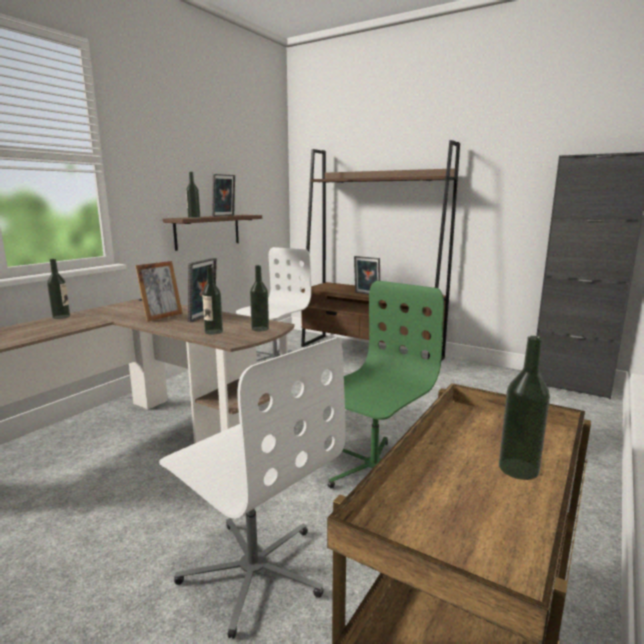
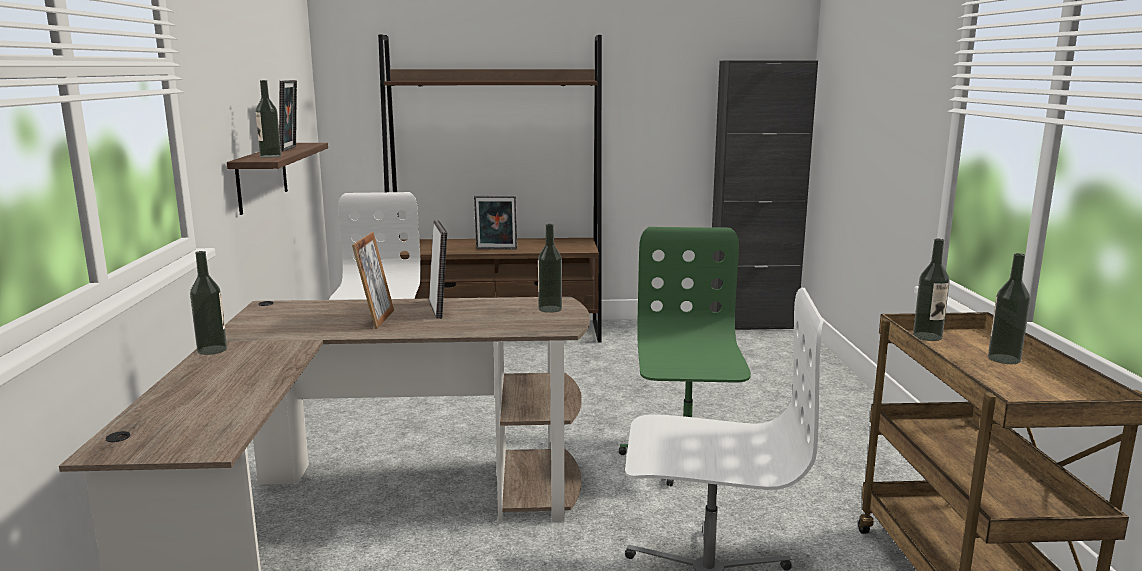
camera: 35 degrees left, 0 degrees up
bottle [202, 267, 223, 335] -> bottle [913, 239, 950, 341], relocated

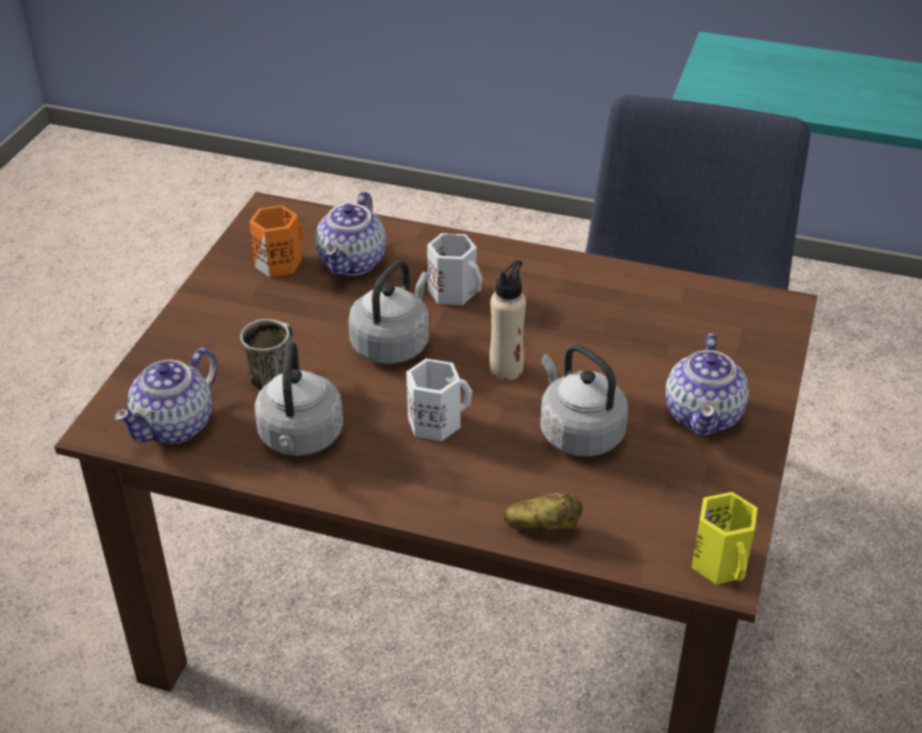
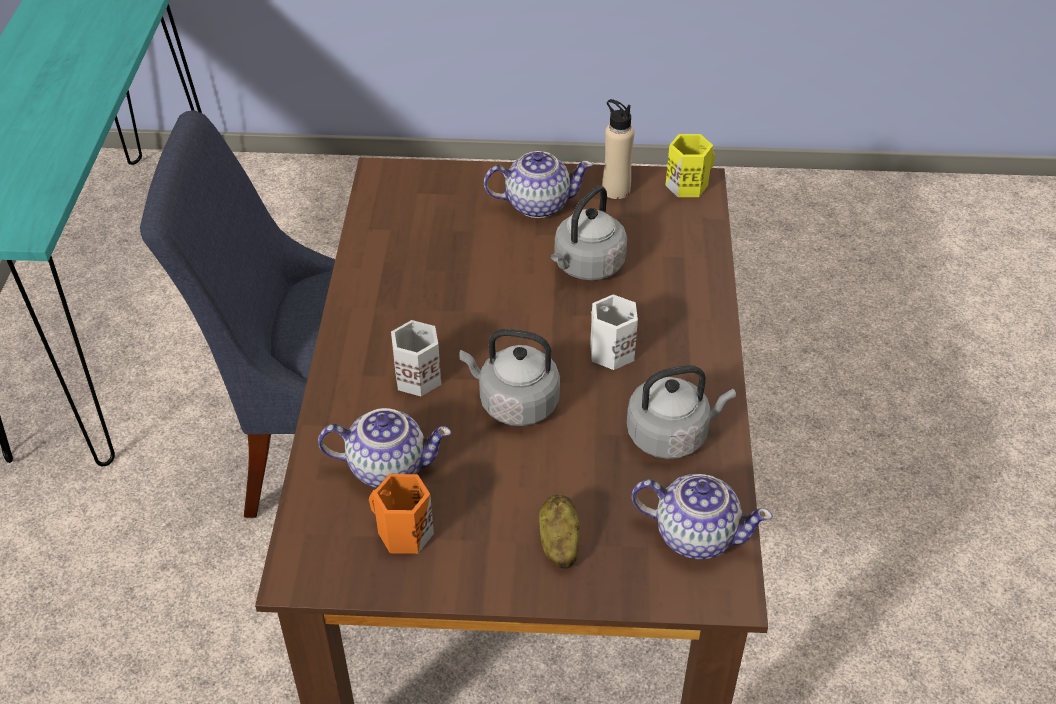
camera: 105 degrees left, 5 degrees up
potato [504, 492, 583, 531] -> potato [539, 495, 580, 568], relocated
bottle in beige [489, 260, 526, 380] -> bottle in beige [602, 99, 635, 199], relocated
mug [240, 319, 294, 390] -> none

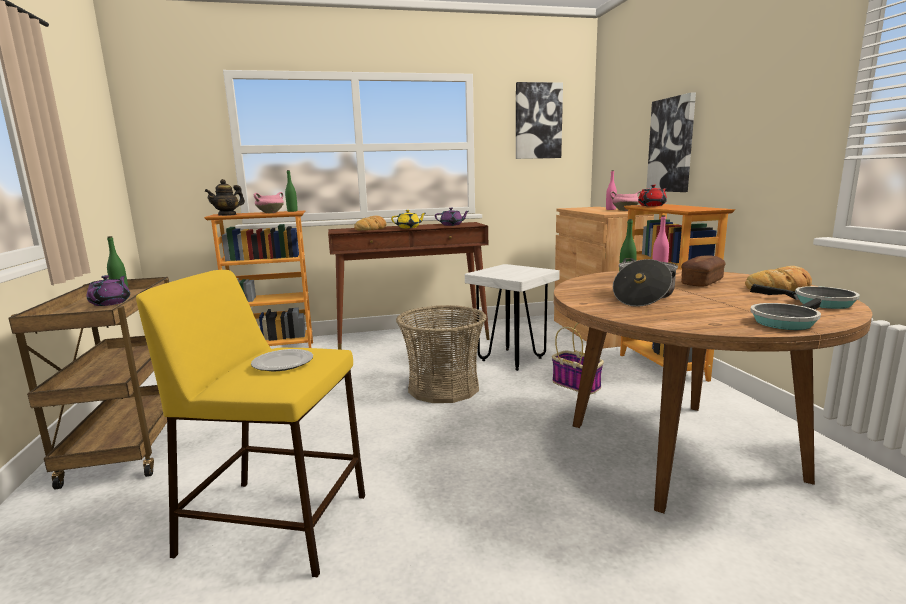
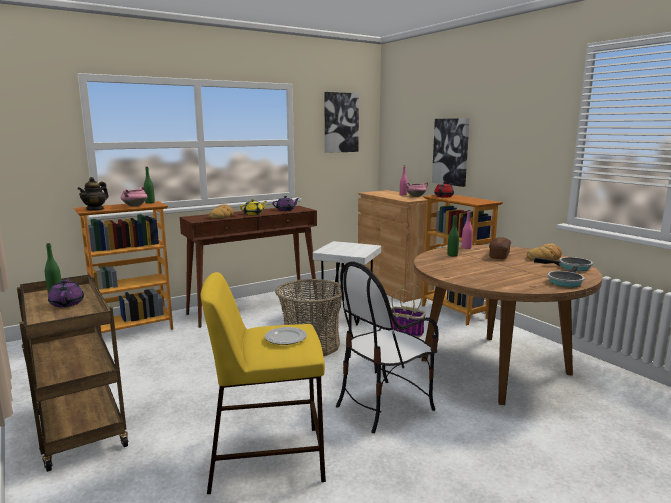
camera: 20 degrees left, 0 degrees up
none -> chair [336, 261, 439, 433]
cooking pot [613, 258, 678, 307] -> none

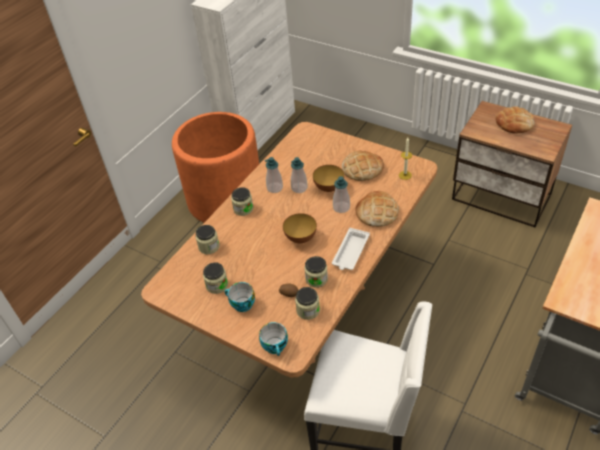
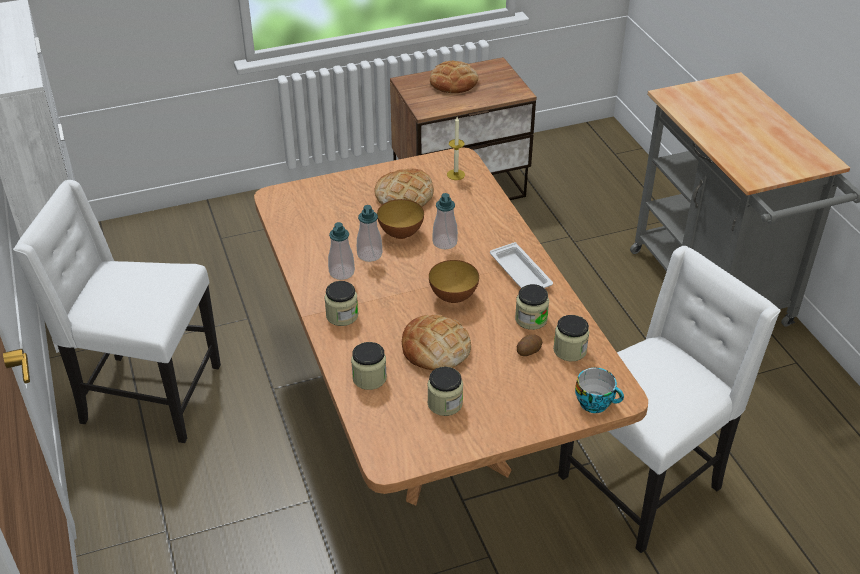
camera: 55 degrees left, 5 degrees down
planter in orange [172, 112, 259, 223] -> chair in white [13, 180, 221, 443]
bread [355, 191, 399, 227] -> bread [402, 314, 471, 370], relocated
cup [225, 282, 255, 312] -> none

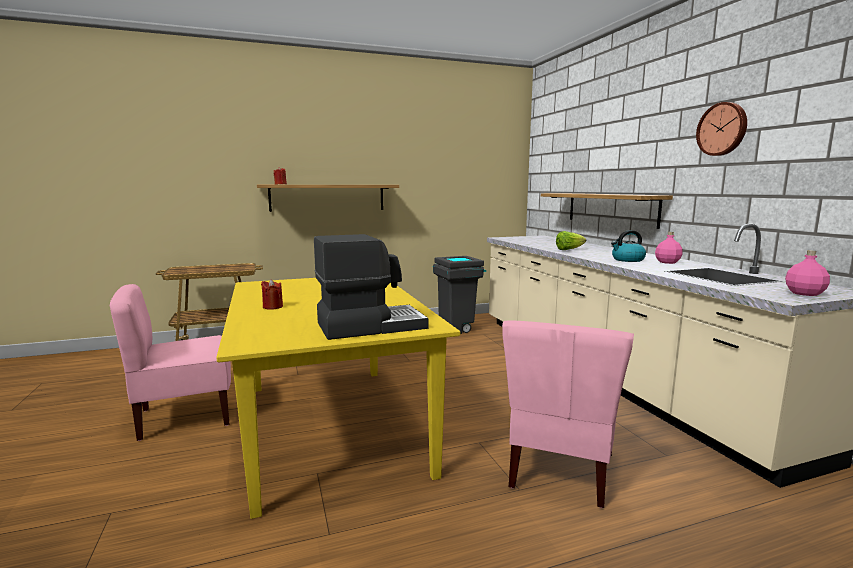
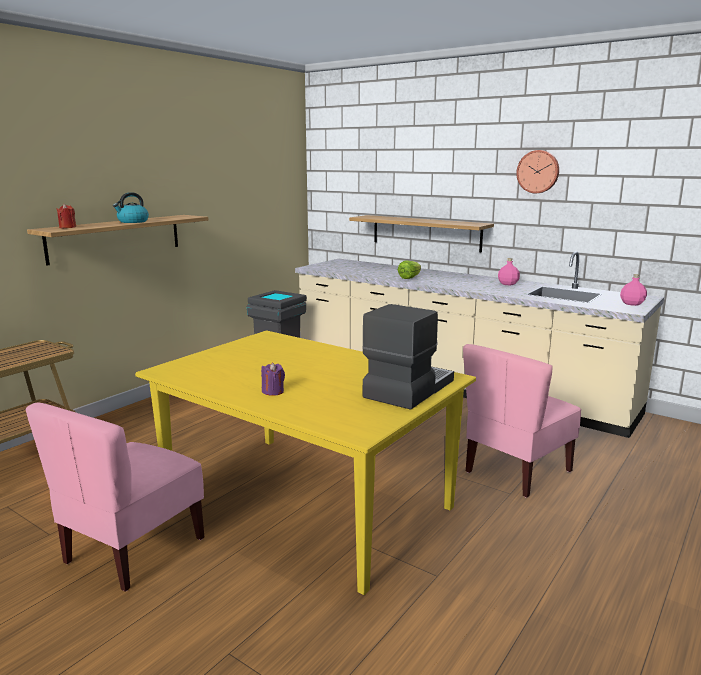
camera: 35 degrees left, 5 degrees up
kettle [611, 230, 646, 262] -> kettle [113, 192, 149, 223], relocated
candle in red [261, 279, 283, 309] -> candle in purple [261, 363, 285, 396]
chair in pink [502, 321, 634, 508] -> chair in pink [463, 344, 581, 498], 60 degrees clockwise

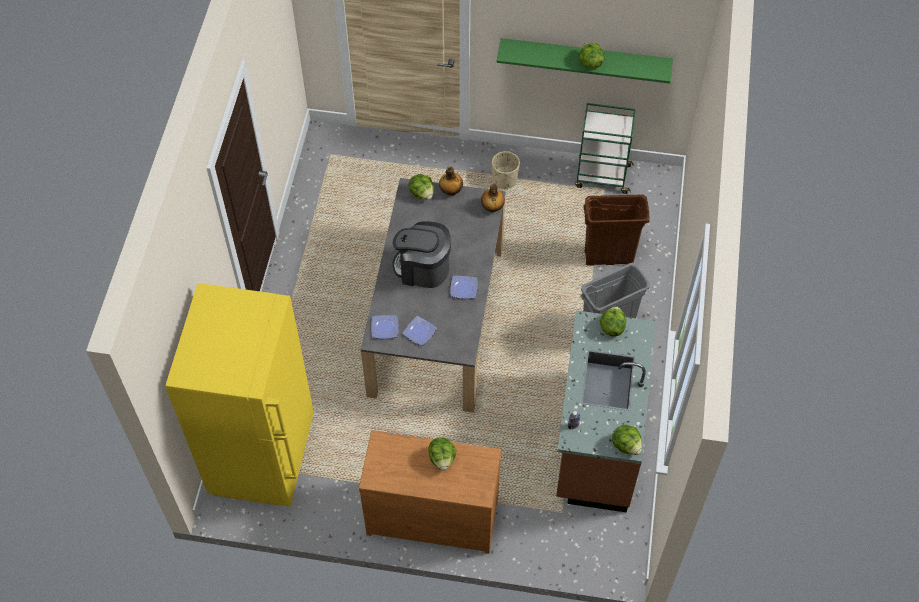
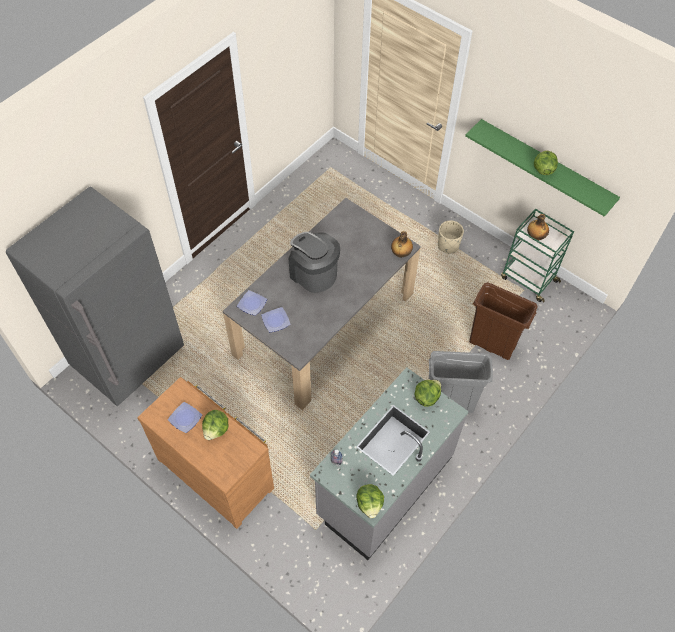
camera: 30 degrees right, 0 degrees up
fridge in yellow [166, 283, 314, 507] -> fridge in grey [6, 186, 184, 406]
plate [450, 276, 478, 299] -> plate [168, 402, 202, 433], relocated
counter in brown [556, 310, 655, 513] -> counter in grey [310, 367, 469, 560]
bottle [439, 166, 463, 196] -> bottle [527, 214, 549, 241], relocated
lettuce [409, 174, 434, 200] -> none

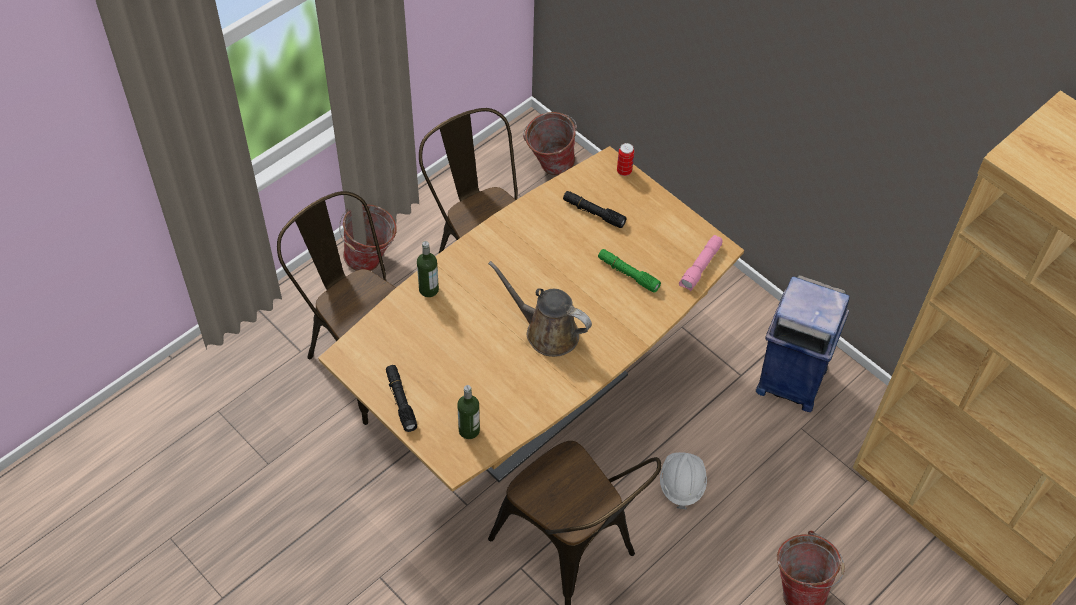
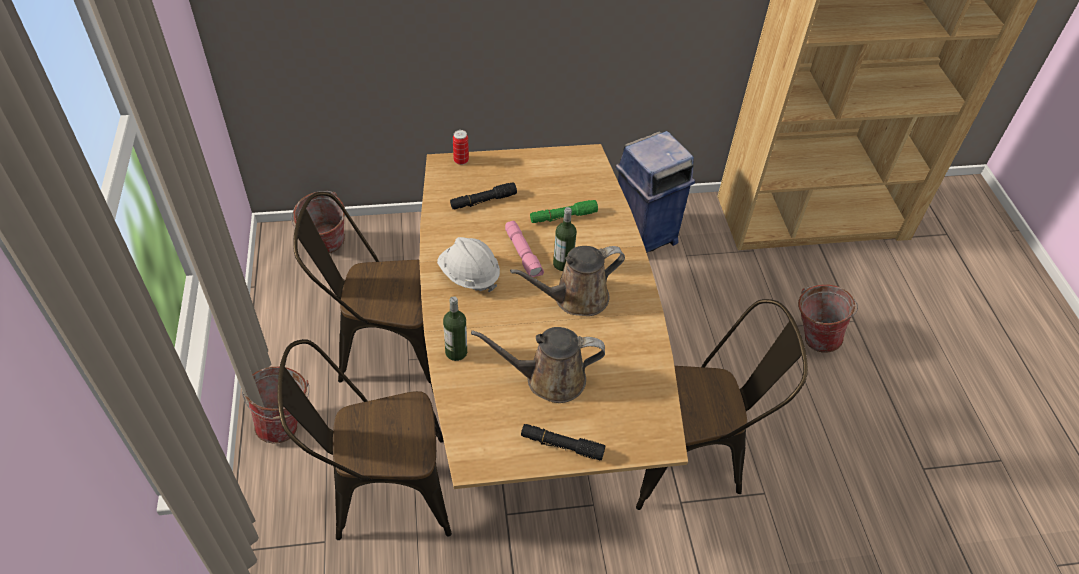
camera: 55 degrees left, 5 degrees down
hard hat in white [660, 452, 707, 509] -> hard hat in white [437, 237, 500, 292], relocated
none -> watering can in brown [471, 327, 605, 403]
flashlight in pink [679, 235, 722, 291] -> flashlight in pink [505, 221, 544, 277], relocated
bottle [457, 385, 480, 439] -> bottle [553, 207, 577, 271], relocated

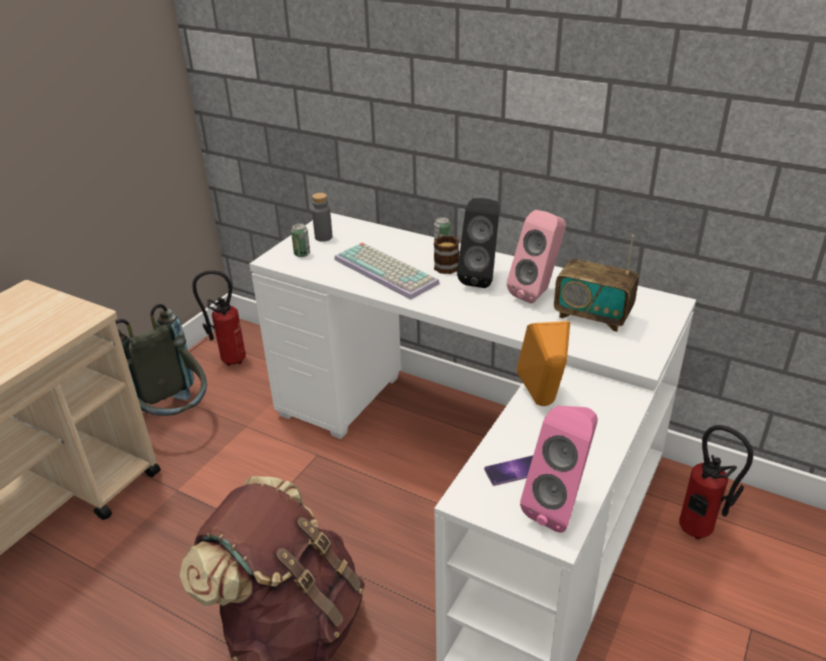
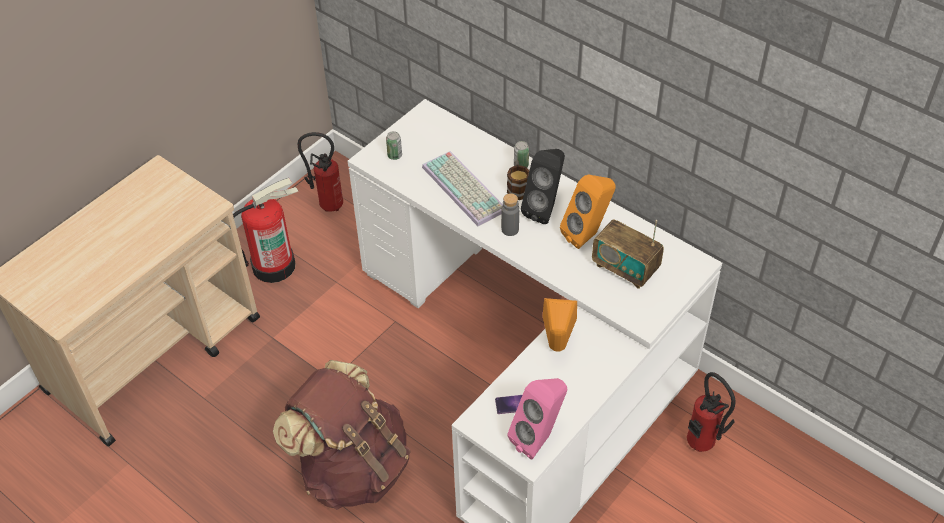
camera: 10 degrees right, 15 degrees up
backpack in grey [115, 304, 207, 416] -> fire extinguisher [233, 178, 298, 283]
bottle in grey [312, 193, 332, 242] -> bottle in grey [501, 193, 519, 236], relocated
speaker in pink [507, 210, 566, 304] -> speaker in orange [560, 174, 616, 249]

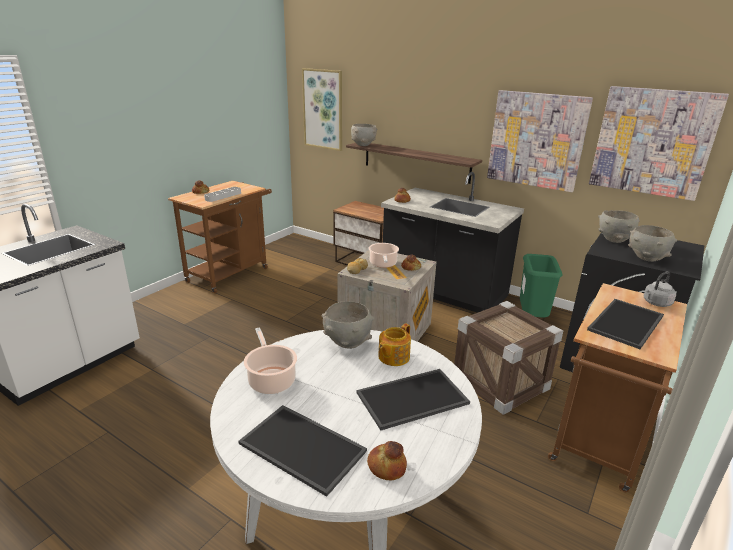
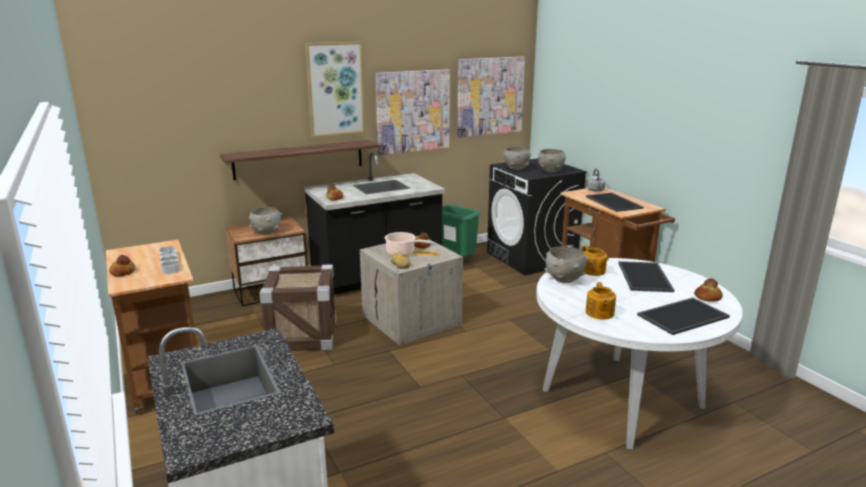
camera: 60 degrees left, 5 degrees down
bowl in grey [351, 124, 377, 146] -> bowl in grey [249, 207, 282, 235], relocated
crate [454, 301, 563, 415] -> crate [259, 264, 336, 351], relocated
picture [302, 68, 342, 151] -> picture [305, 42, 365, 137], relocated
cooking pot [244, 327, 297, 394] -> teapot [586, 282, 616, 319]

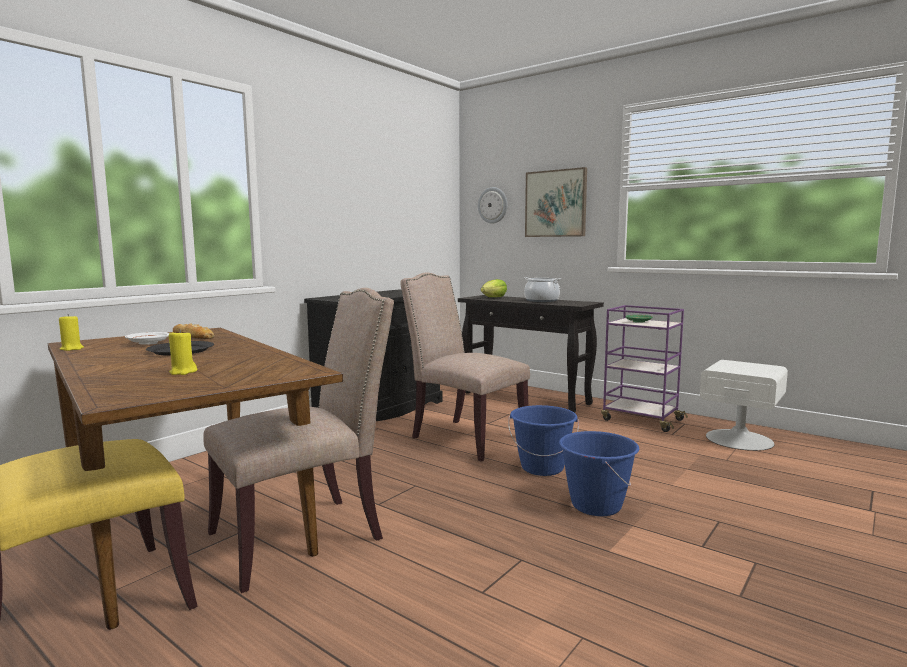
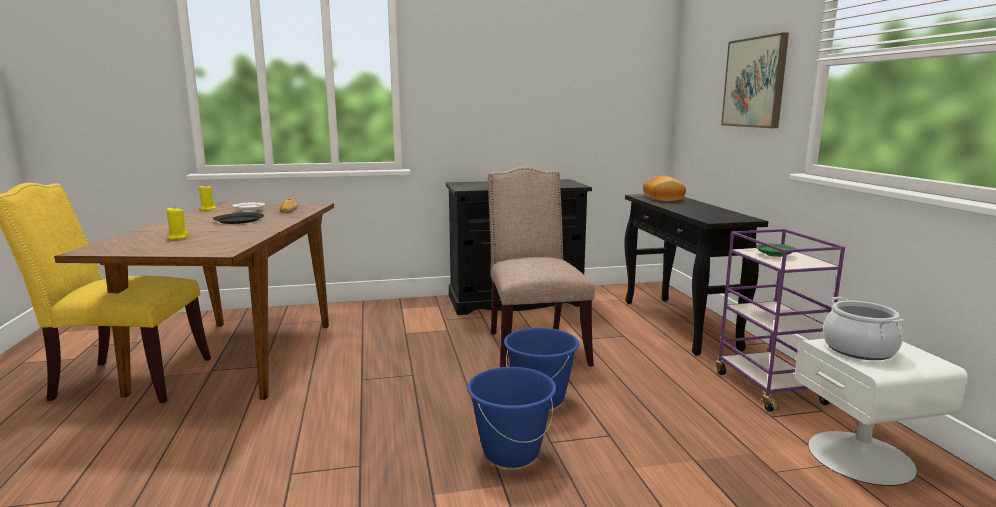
camera: 40 degrees right, 5 degrees up
lettuce [481, 279, 507, 297] -> bread [643, 175, 686, 201]
cooking pot [524, 277, 561, 302] -> cooking pot [823, 297, 904, 360], relocated
chair in beige [204, 288, 394, 593] -> none
wall clock [478, 187, 507, 224] -> none

